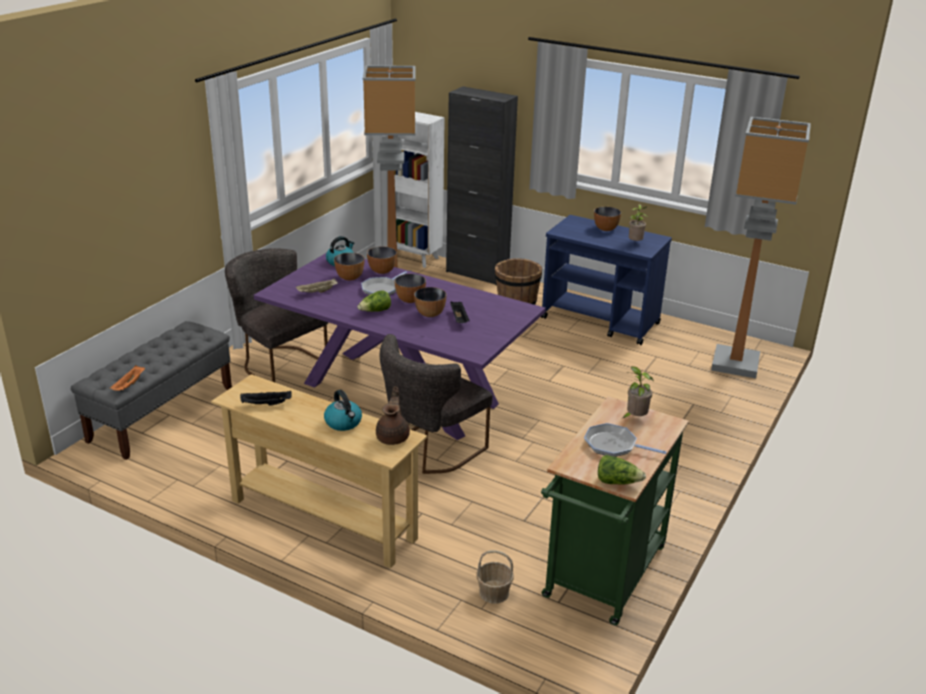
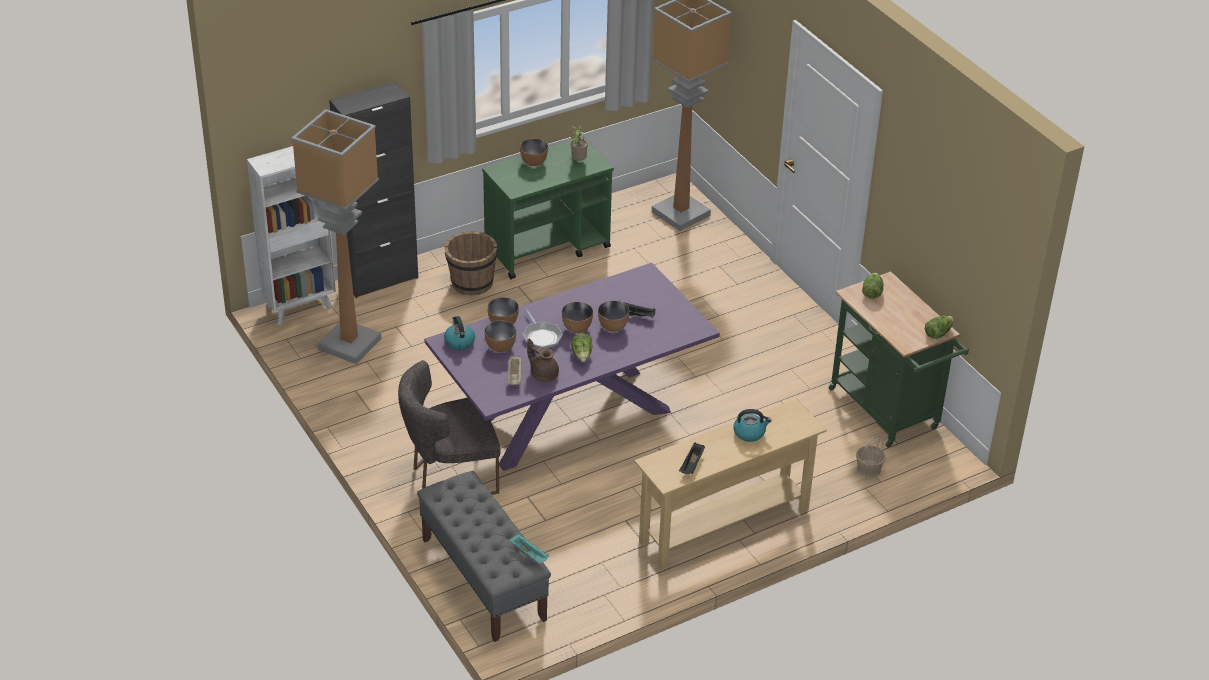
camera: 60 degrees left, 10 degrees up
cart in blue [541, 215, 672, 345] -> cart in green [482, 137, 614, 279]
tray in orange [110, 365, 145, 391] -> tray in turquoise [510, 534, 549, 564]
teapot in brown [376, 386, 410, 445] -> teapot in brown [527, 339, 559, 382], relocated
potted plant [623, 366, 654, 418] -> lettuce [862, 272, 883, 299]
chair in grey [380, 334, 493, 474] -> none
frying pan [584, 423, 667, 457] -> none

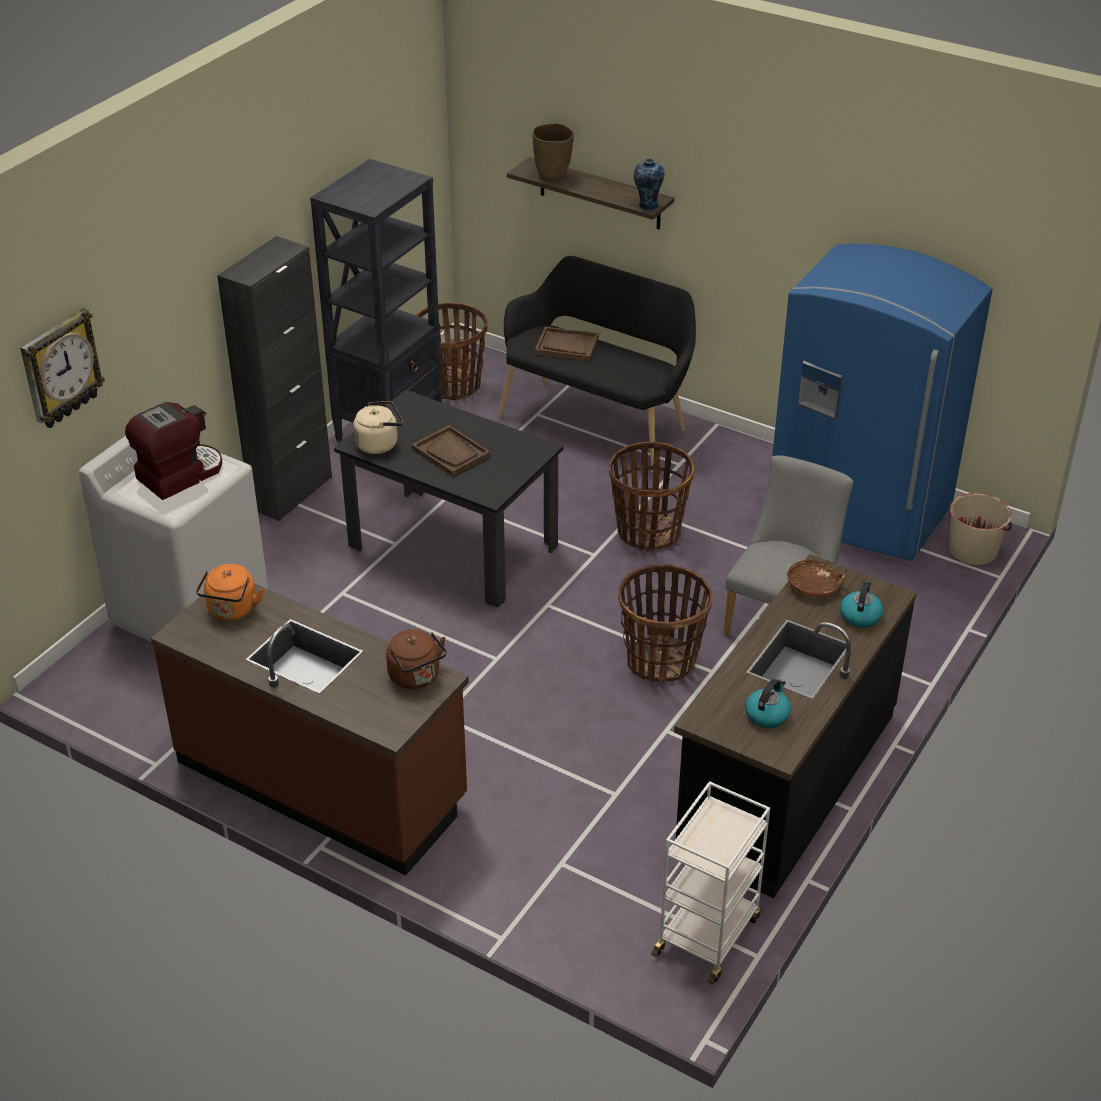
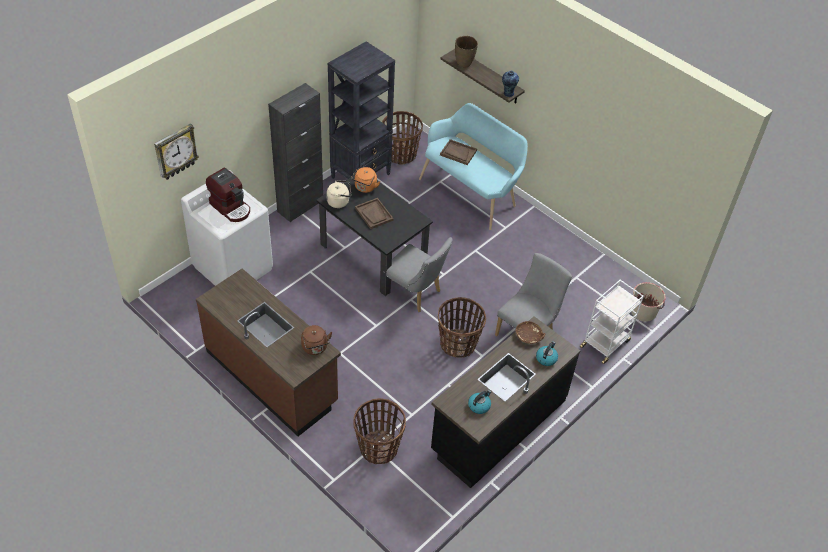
camera: 10 degrees right, 10 degrees up
coffee machine [125, 402, 222, 500] -> coffee machine [206, 168, 250, 222], 75 degrees clockwise
kettle in orange [196, 564, 264, 621] -> kettle in orange [351, 167, 380, 193], relocated
basket [609, 442, 694, 551] -> basket [353, 398, 406, 464], relocated
none -> chair in grey [383, 237, 453, 312]
bench in black [497, 256, 696, 472] -> bench in turquoise [419, 103, 528, 230]
cart in white [651, 781, 770, 985] -> cart in white [580, 280, 644, 364], relocated
fridge in blue [772, 244, 992, 561] -> none

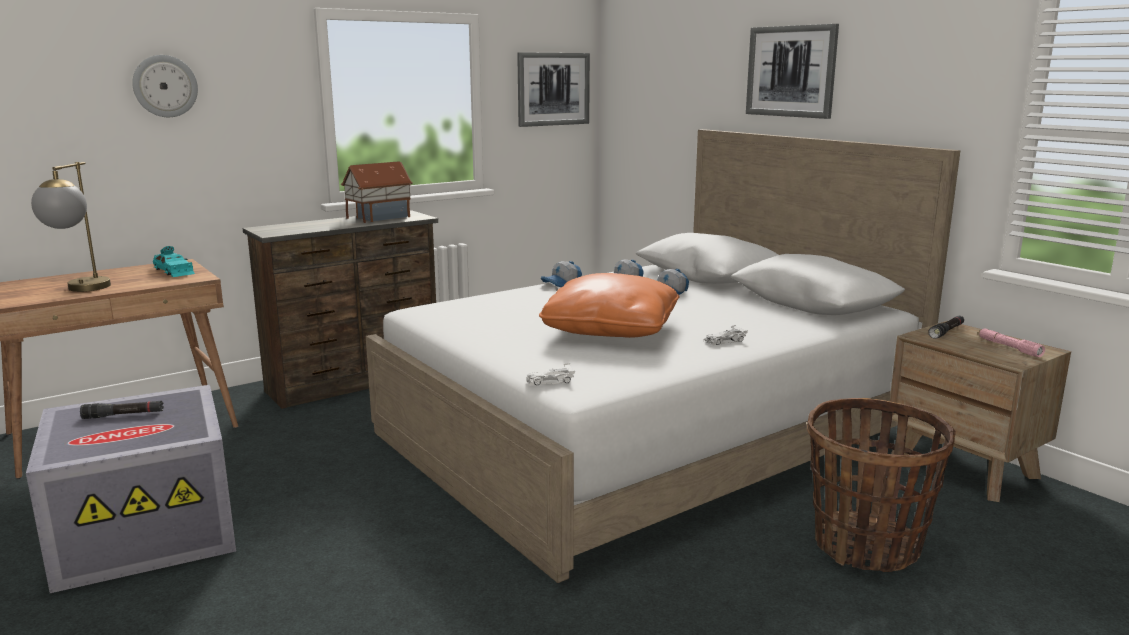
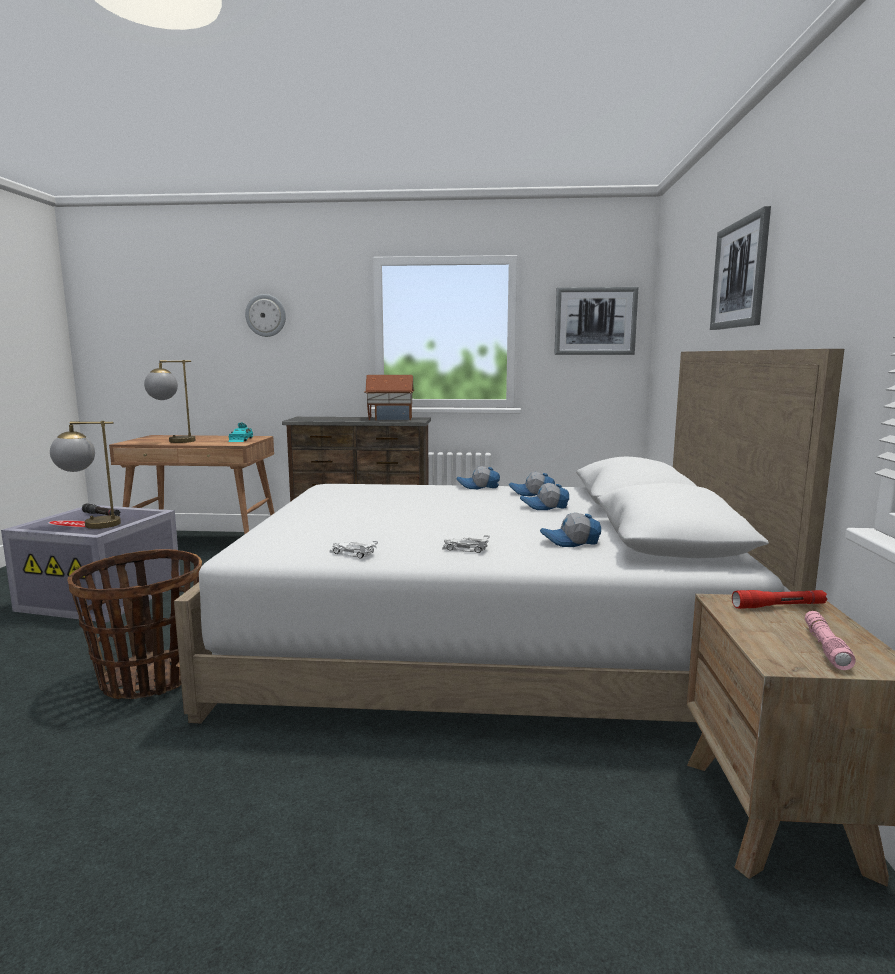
camera: 40 degrees right, 5 degrees down
none -> table lamp [50, 421, 121, 529]
basket [807, 398, 956, 572] -> basket [68, 549, 202, 699], relocated
toy car in white [526, 363, 575, 386] -> toy car in white [329, 541, 378, 559], relocated
none -> cap [540, 512, 601, 547]
flashlight in black [928, 316, 964, 339] -> flashlight in red [732, 590, 827, 609]
pillow in orange [539, 273, 680, 338] -> none

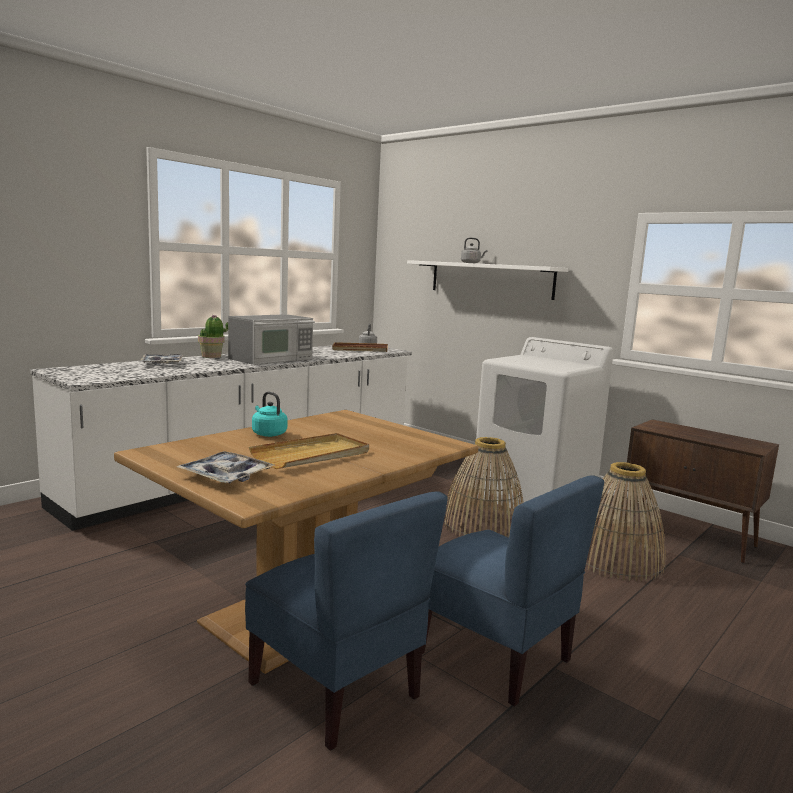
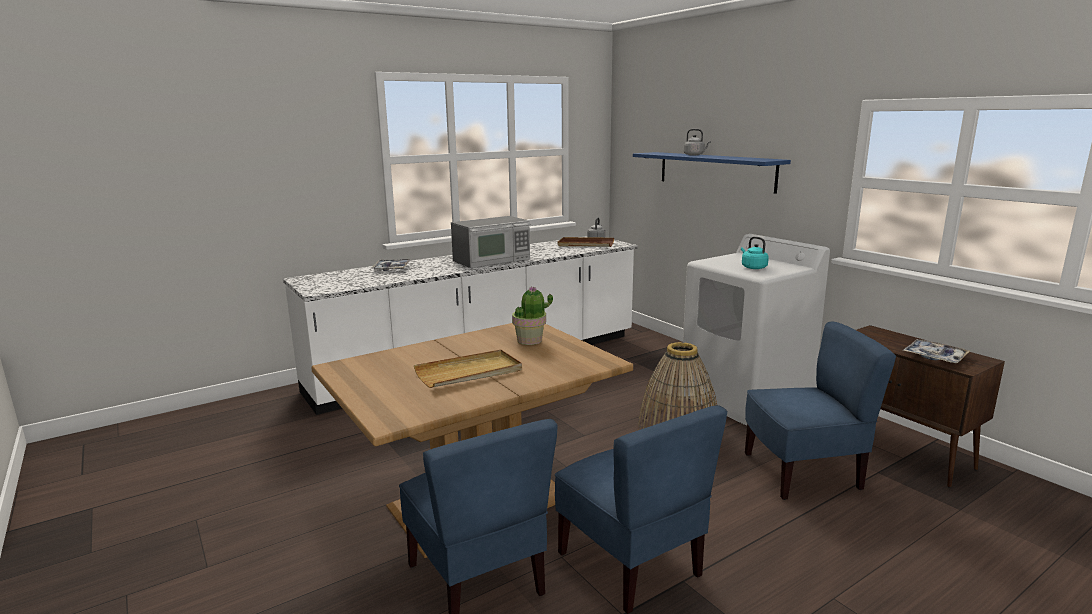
camera: 15 degrees right, 5 degrees up
potted plant [198, 315, 228, 358] -> potted plant [512, 286, 553, 345], relocated
shelf in white [407, 260, 569, 300] -> shelf in blue [633, 152, 791, 194]
kettle in turquoise [252, 392, 287, 437] -> kettle in turquoise [741, 237, 769, 269], relocated
basket [586, 462, 666, 582] -> chair in blue [745, 322, 896, 500]
tray [177, 451, 275, 483] -> tray [902, 339, 971, 363], relocated

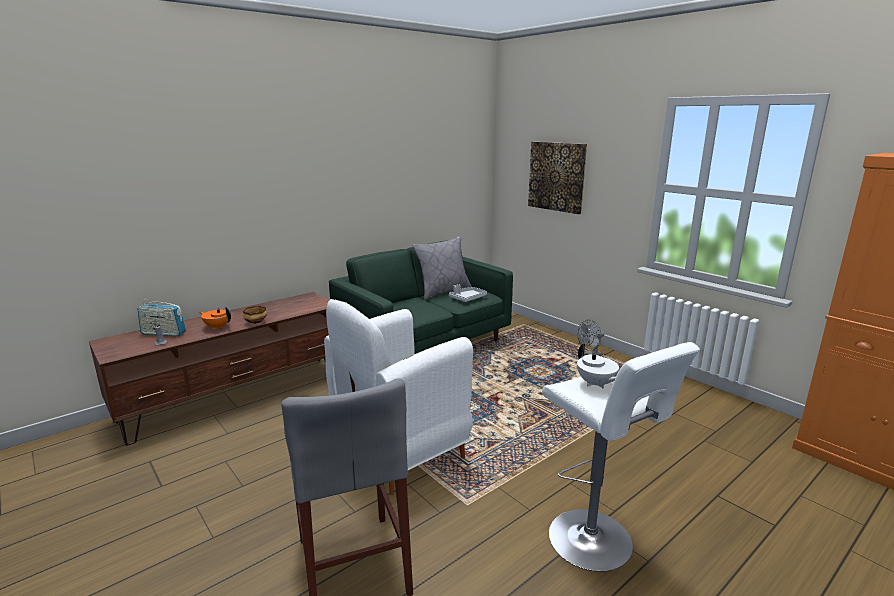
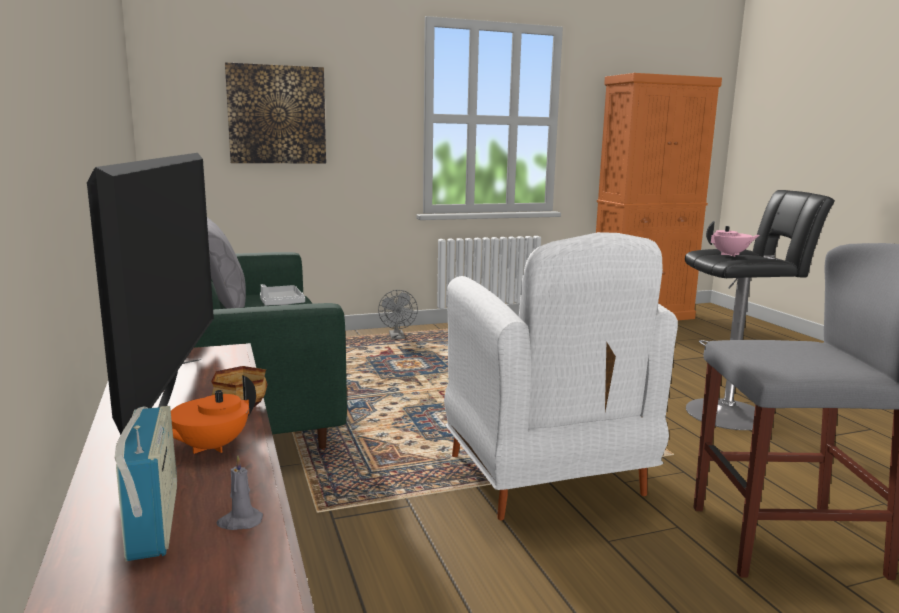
camera: 70 degrees left, 5 degrees down
none -> television [87, 153, 214, 435]
radio [137, 299, 186, 336] -> radio [115, 406, 177, 561], 45 degrees counterclockwise
stool in white [542, 342, 700, 572] -> stool in black [685, 190, 835, 430]
teapot in white [577, 344, 619, 389] -> teapot in pink [706, 221, 760, 257]

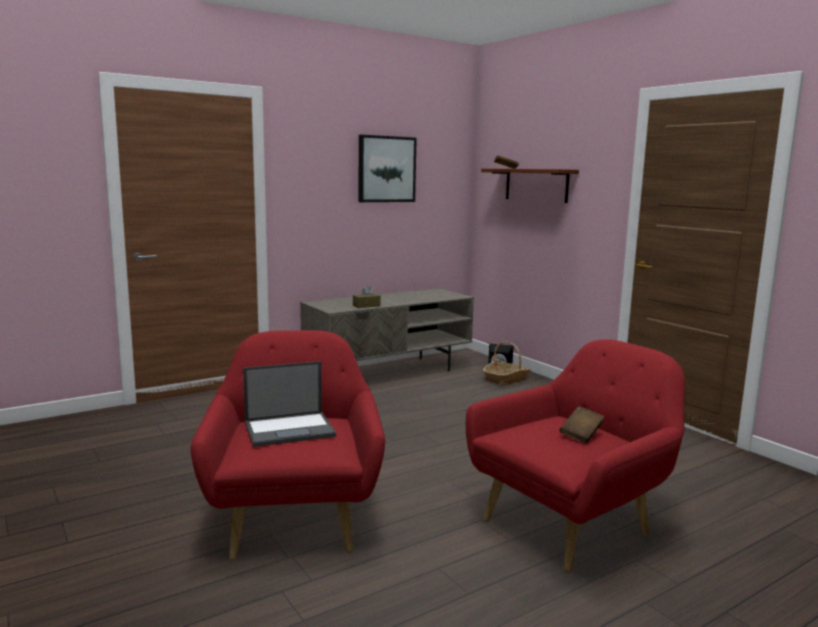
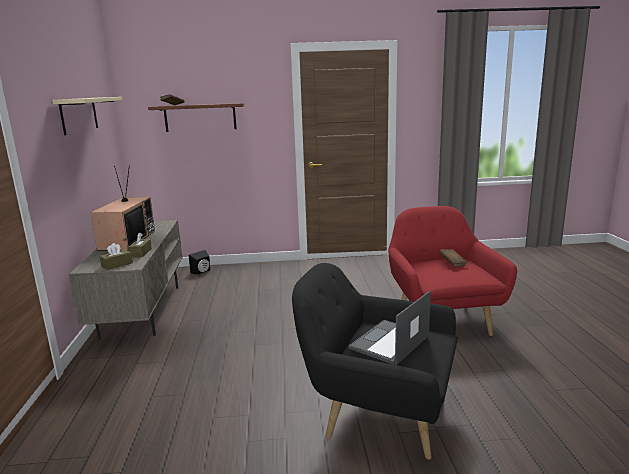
camera: 60 degrees left, 5 degrees up
picture [359, 135, 417, 202] -> shelf in beige [52, 97, 122, 135]
none -> television [91, 165, 155, 251]
none -> tissue box in brown [100, 243, 133, 270]
armchair in red [191, 330, 385, 560] -> armchair in black [292, 263, 458, 460]
laptop [243, 361, 336, 447] -> laptop [349, 291, 431, 365], 150 degrees counterclockwise
basket [483, 342, 531, 385] -> none

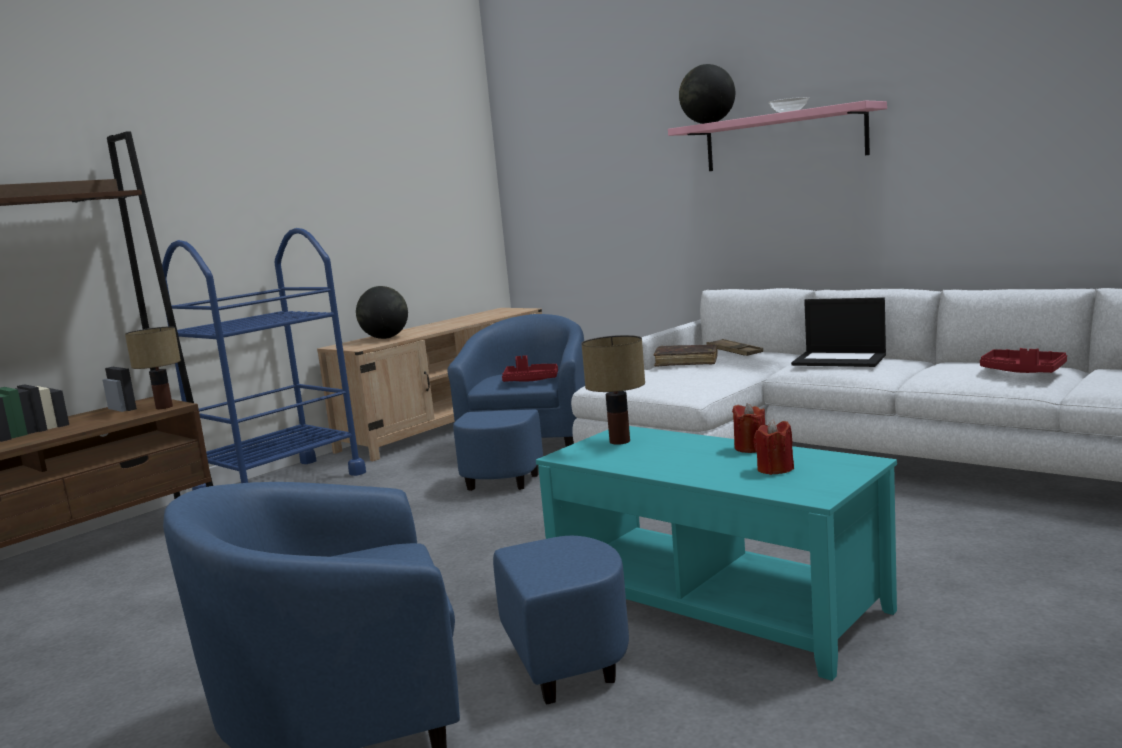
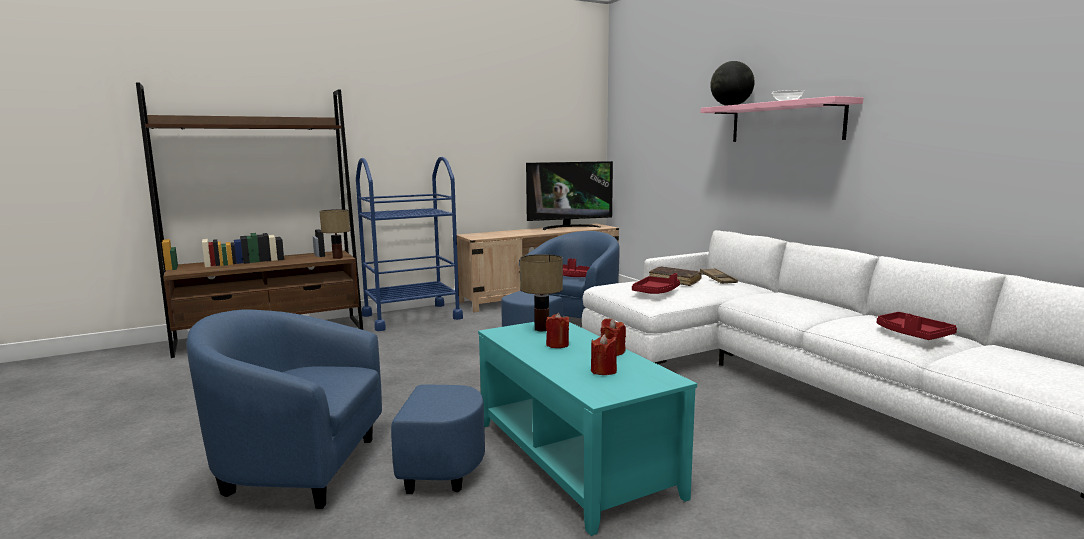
camera: 20 degrees right, 0 degrees up
none -> television [526, 161, 613, 230]
none -> candle in red [546, 313, 569, 348]
none -> tray in red [632, 273, 680, 294]
globe [356, 286, 408, 339] -> none
laptop [791, 297, 886, 367] -> none

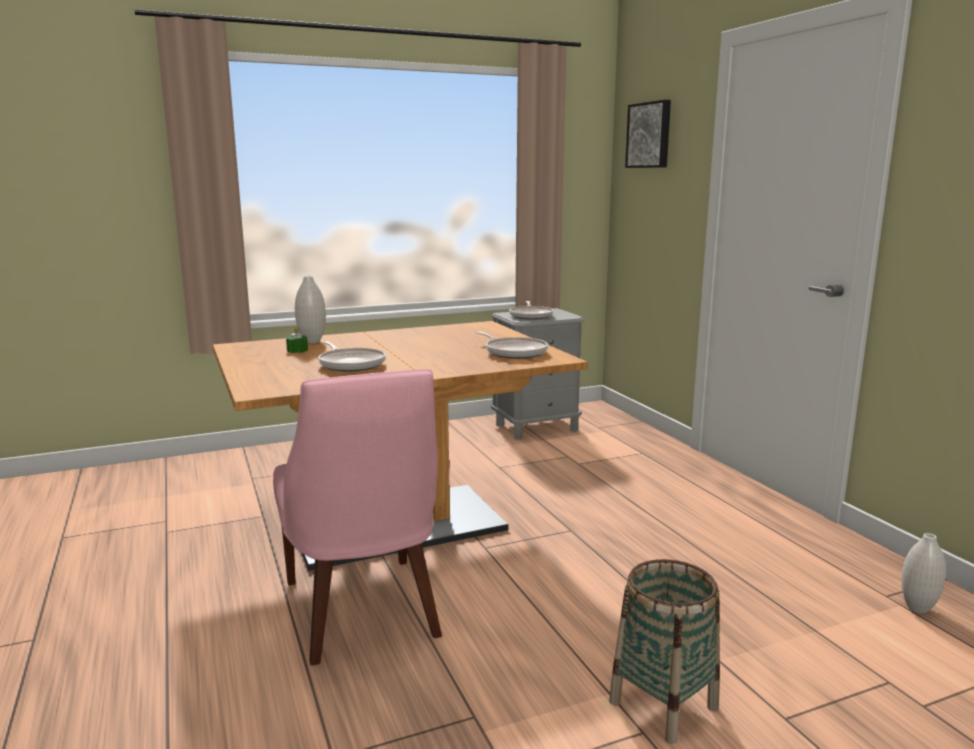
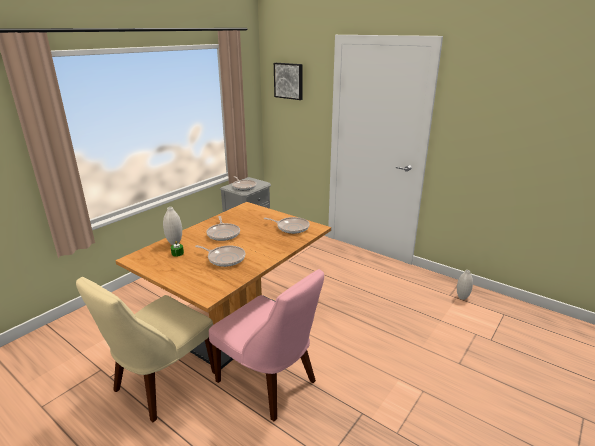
camera: 30 degrees left, 10 degrees up
none -> chair in beige [76, 277, 215, 422]
none -> frying pan [206, 216, 240, 241]
basket [609, 559, 720, 744] -> none

